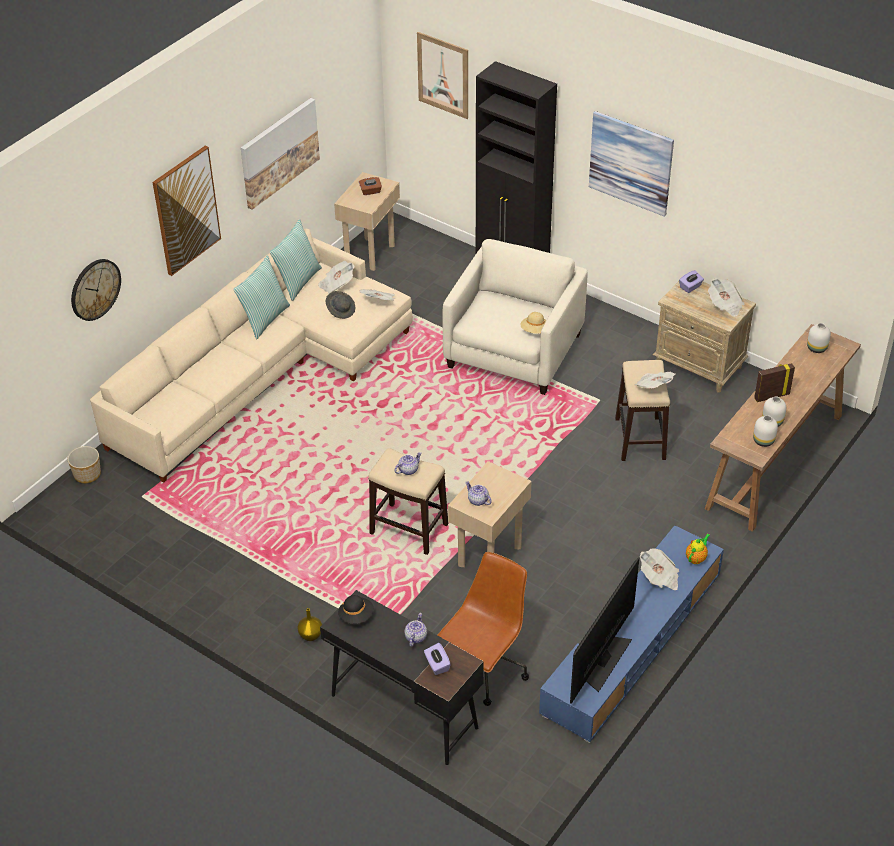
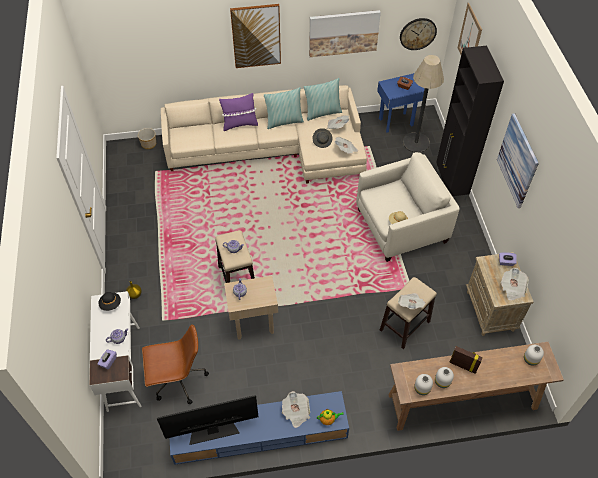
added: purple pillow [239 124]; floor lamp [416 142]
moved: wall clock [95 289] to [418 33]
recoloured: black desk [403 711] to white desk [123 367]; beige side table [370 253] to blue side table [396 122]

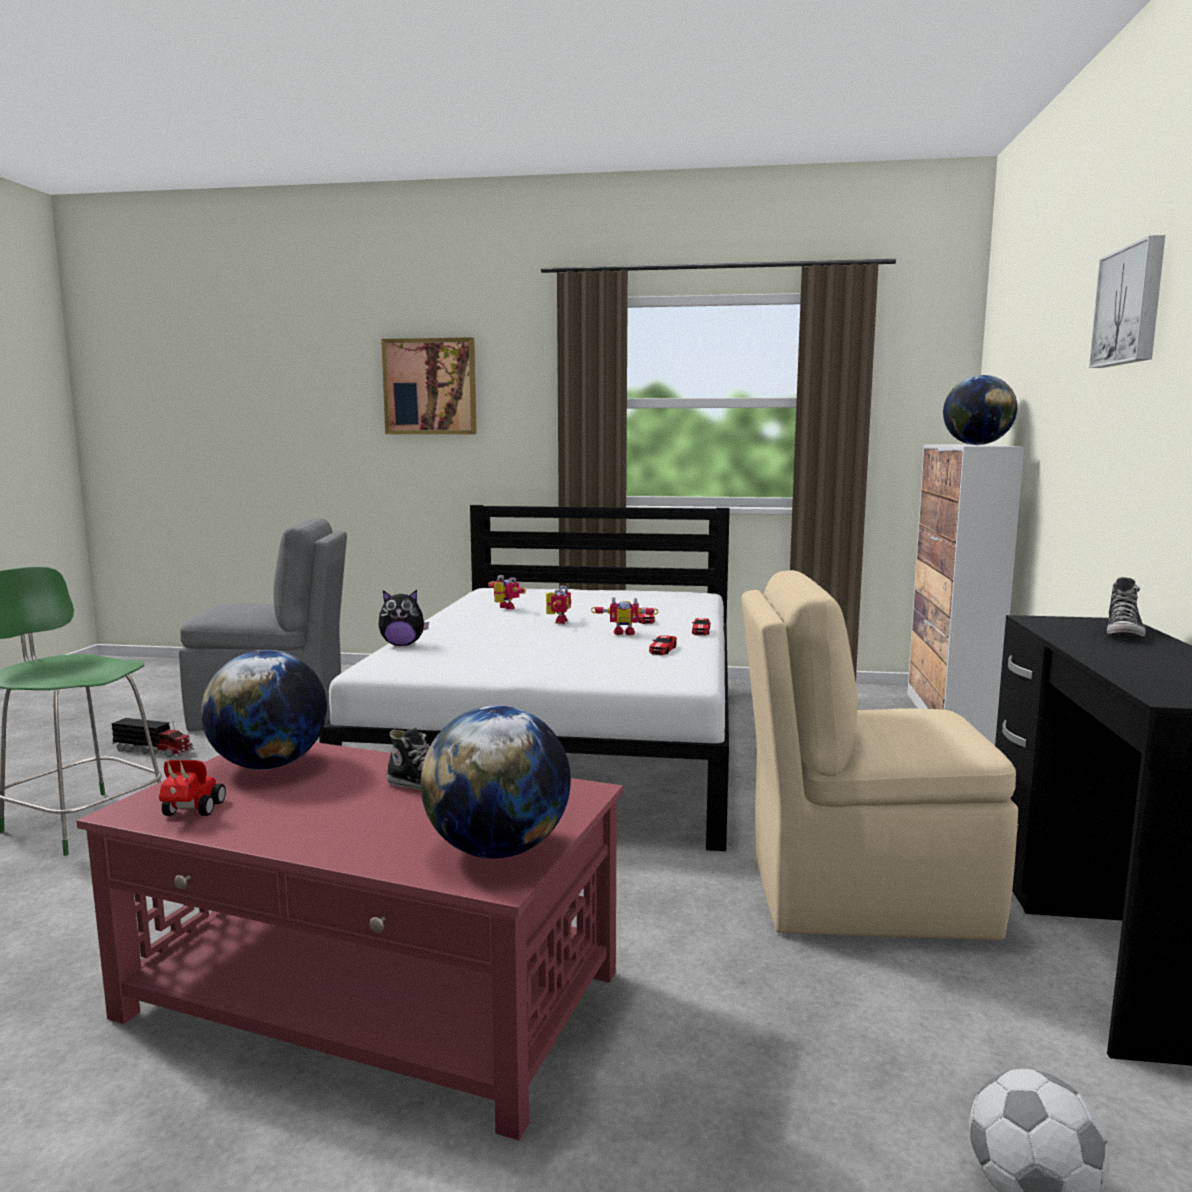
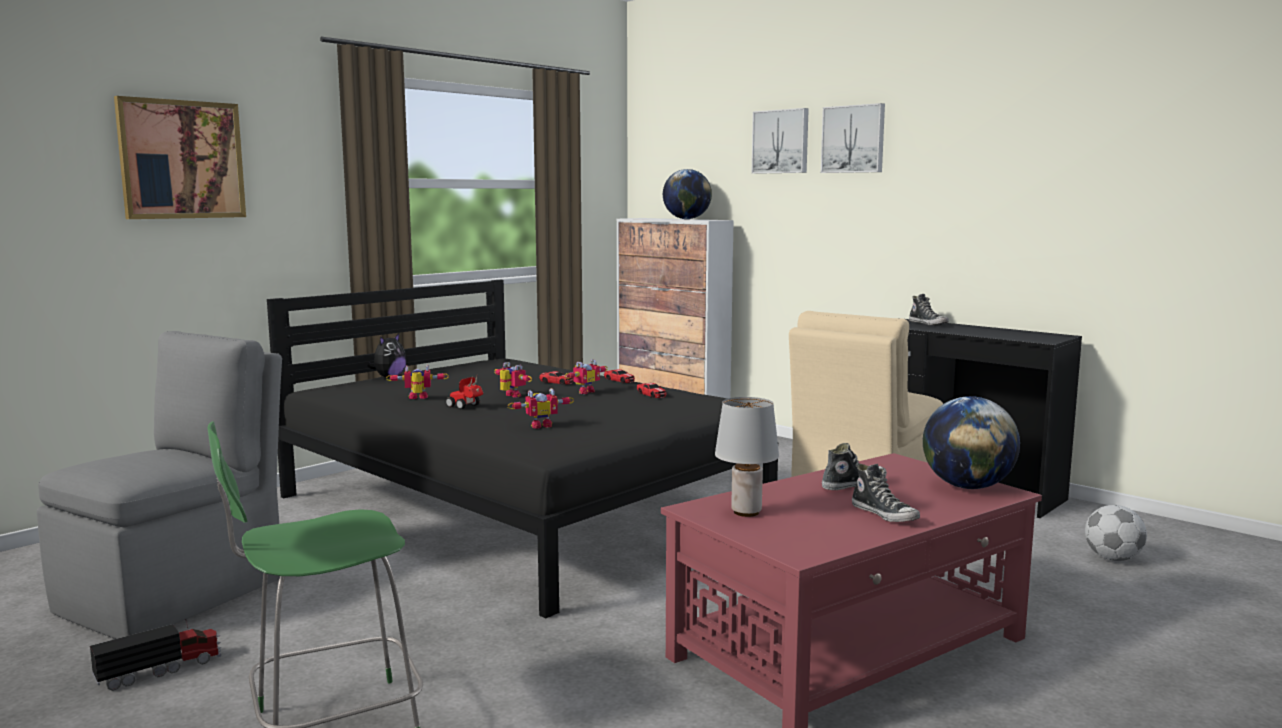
added: toy robot [540 425]; picture [781 141]; shoe [885 515]
moved: toy car [190 813] to [466 407]; plush toy [402 645] to [389 377]
replaced: globe [269 765] to grey table lamp [746 512]
recoloured: white bed [568 741] to black bed [520 507]

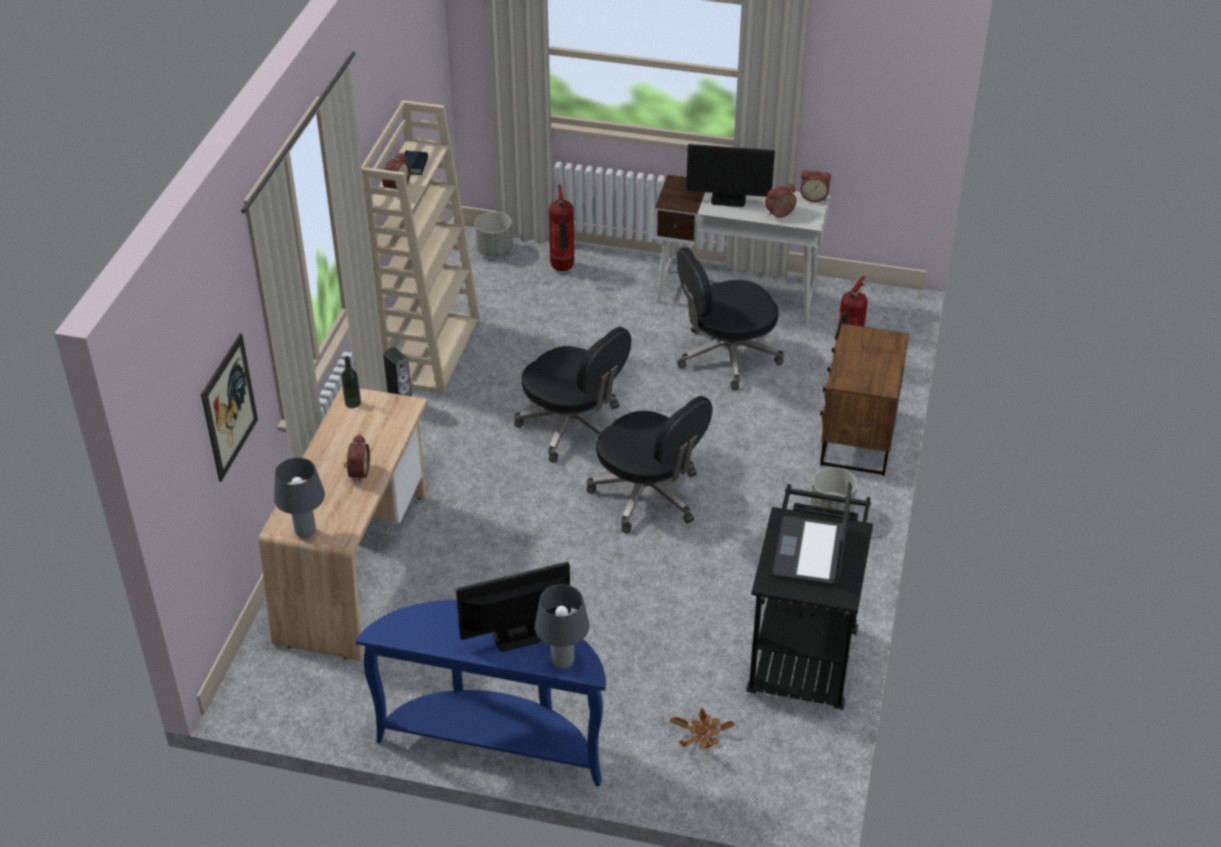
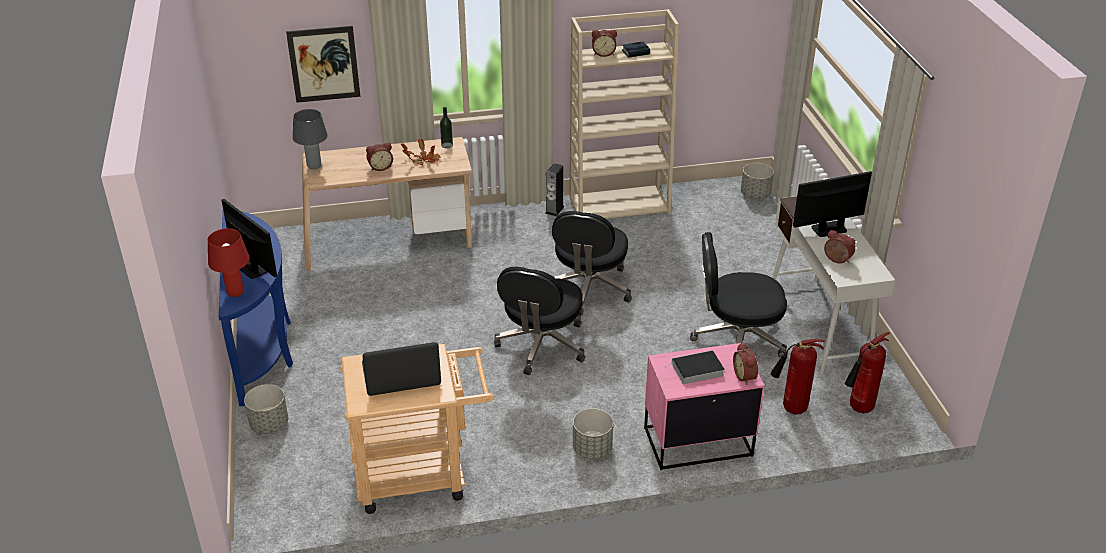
added: grey planter [269 424]; book [696 370]
moved: fire extinguisher [563 269] to [859 409]; potted plant [702 736] to [423 160]; alarm clock [814 197] to [745 376]
recoloured: grey table lamp [563 661] to red table lamp [236 293]; black cart [804 651] to beige cart [421 475]; brown nightstand [857 437] to pink nightstand [697 441]
turned: black office chair [726 356] = [737 339] 45 degrees counterclockwise; monitor [728 199] = [829 229] 90 degrees clockwise

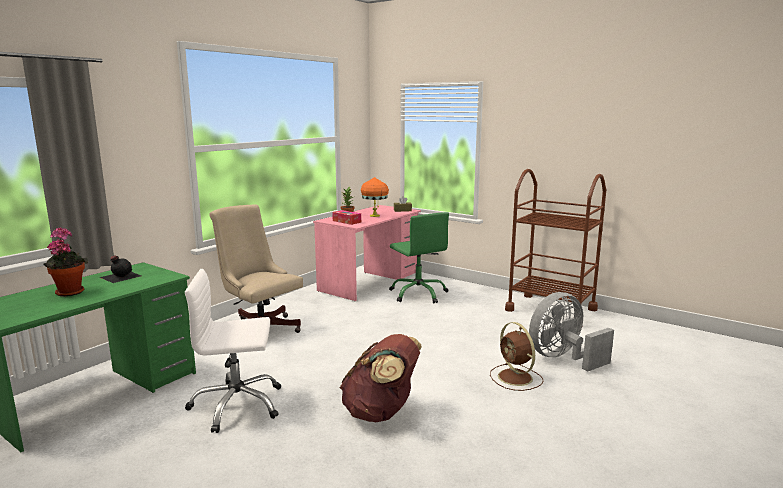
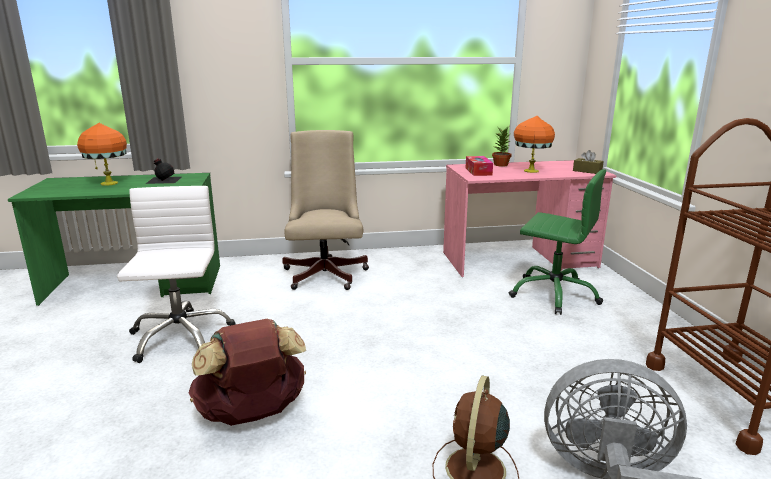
replaced: potted plant [69 291] to orange table lamp [109 183]
turned: white office chair [237 405] = [180 337] 45 degrees clockwise; green office chair [418 294] = [554 294] 75 degrees counterclockwise

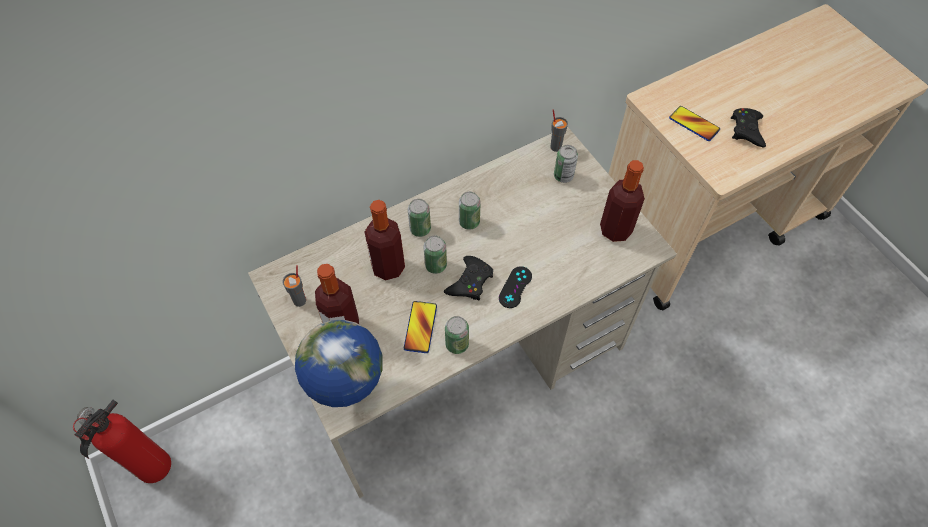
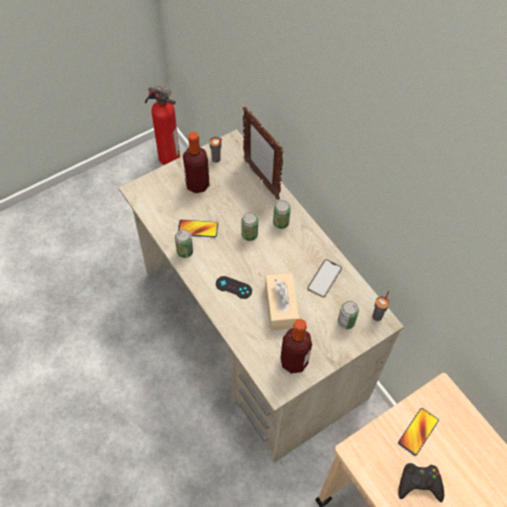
removed: globe [349 395]; bottle [388 267]; black game controller [470 282]; can [469 222]
added: picture frame [261 179]; beige tissue box [281 306]; phone [324 278]

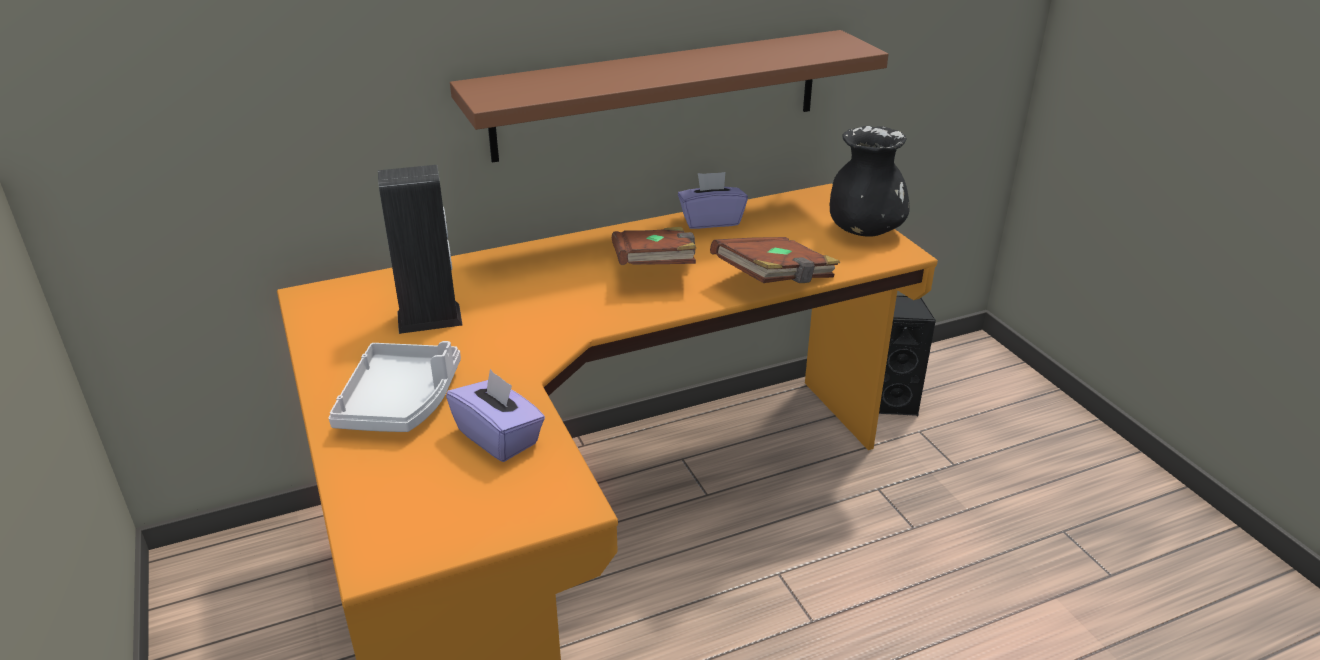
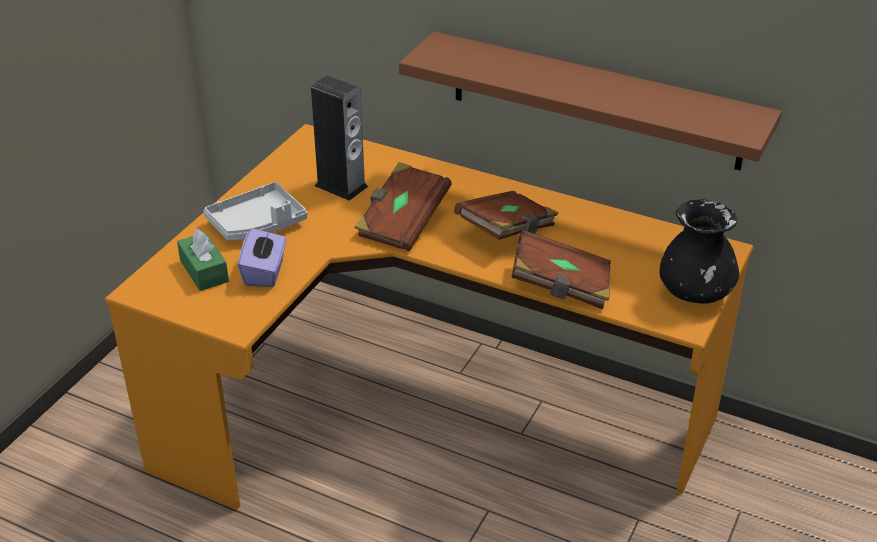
removed: purple tissue box [711 221]; black speaker [893 402]
added: green tissue box [204 271]; brown book [402 222]

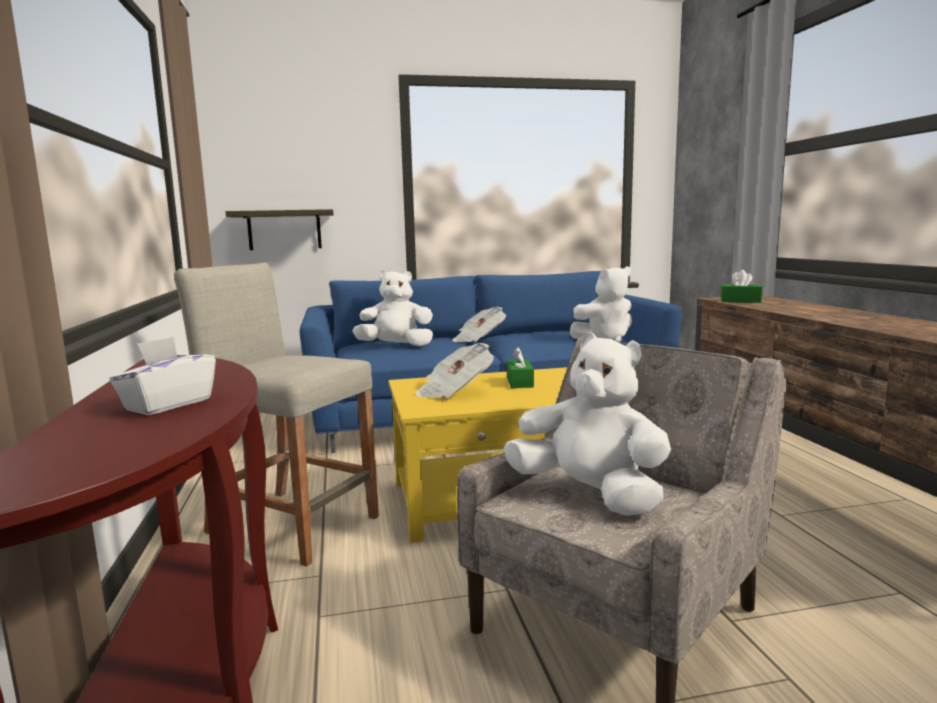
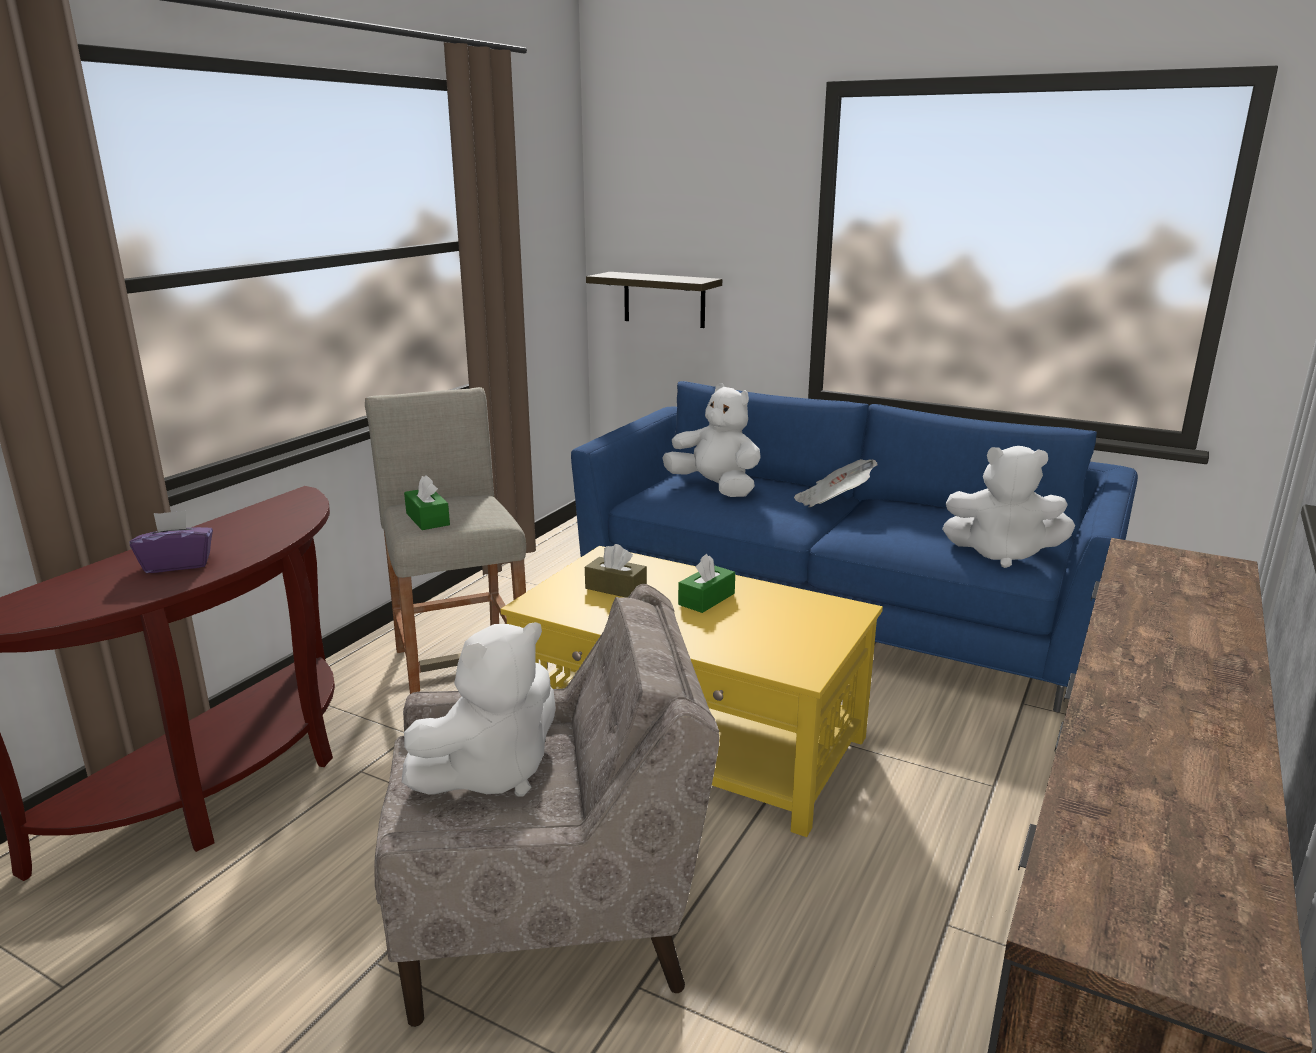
moved: green tissue box [740 301] to [427 519]
replaced: newspaper [454 391] to brown tissue box [616 588]
recoloured: white tissue box [168 404] to purple tissue box [178 564]
turned: white plush toy [590 495] = [491 772] 60 degrees clockwise

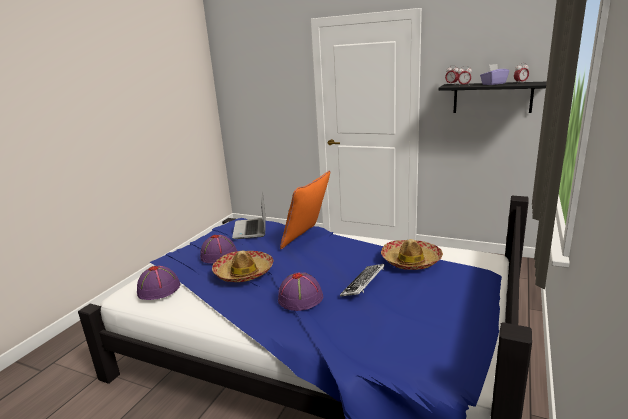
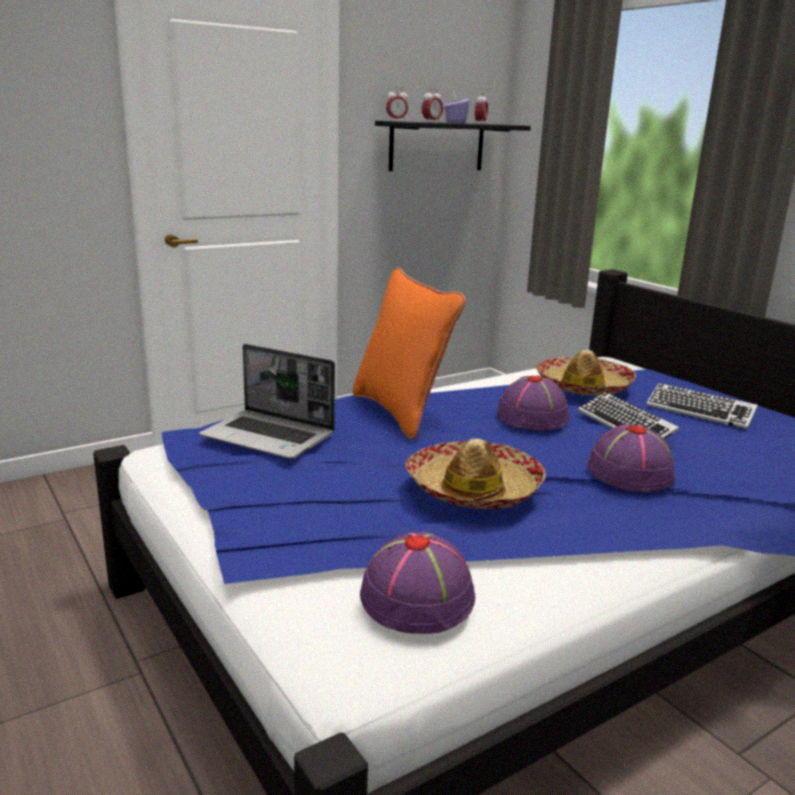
added: keyboard [699 412]
moved: purple hat [219 255] to [533 416]

